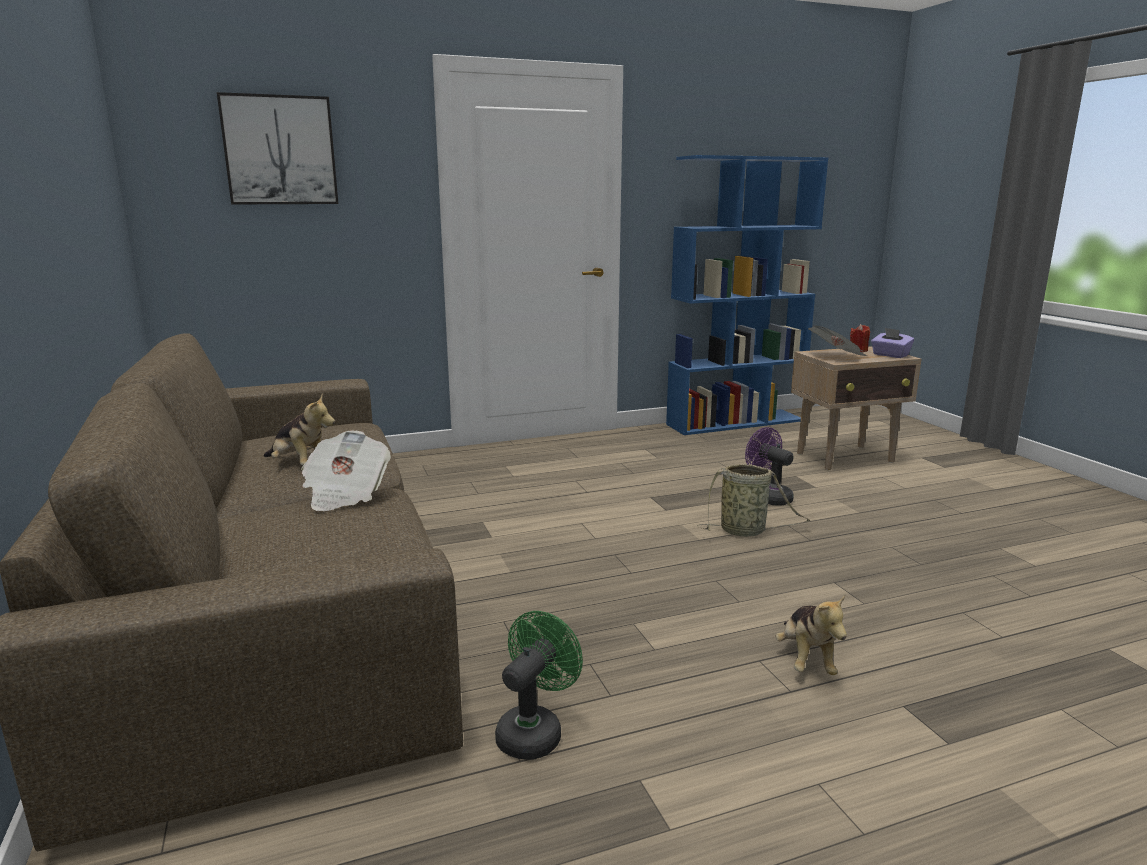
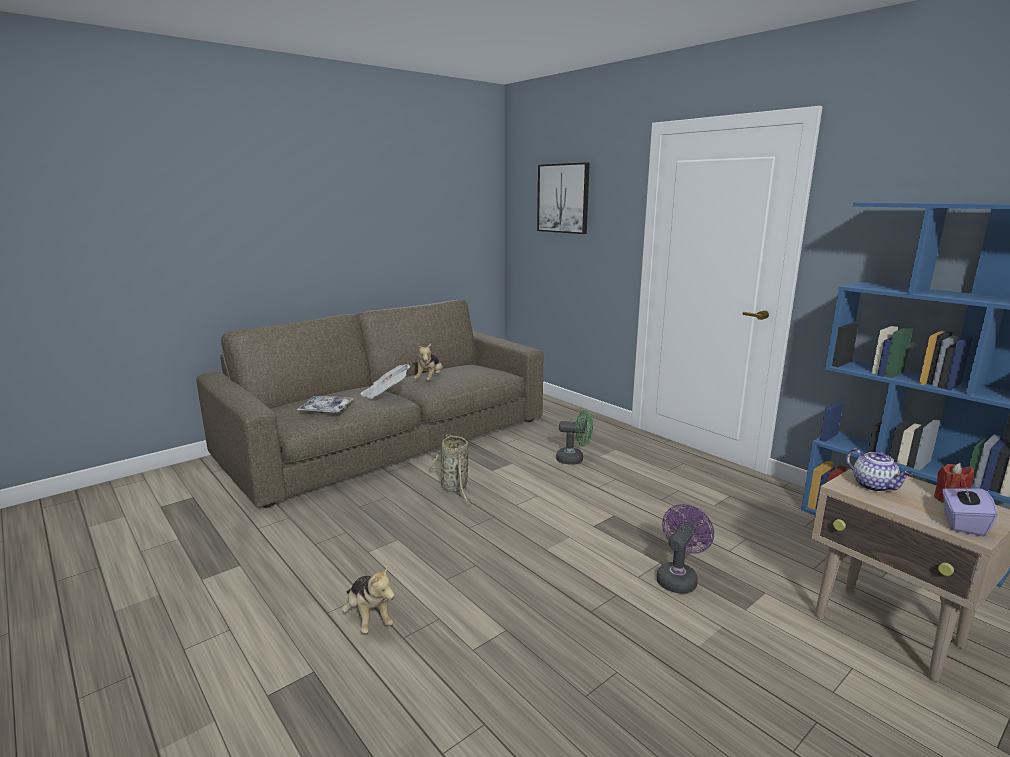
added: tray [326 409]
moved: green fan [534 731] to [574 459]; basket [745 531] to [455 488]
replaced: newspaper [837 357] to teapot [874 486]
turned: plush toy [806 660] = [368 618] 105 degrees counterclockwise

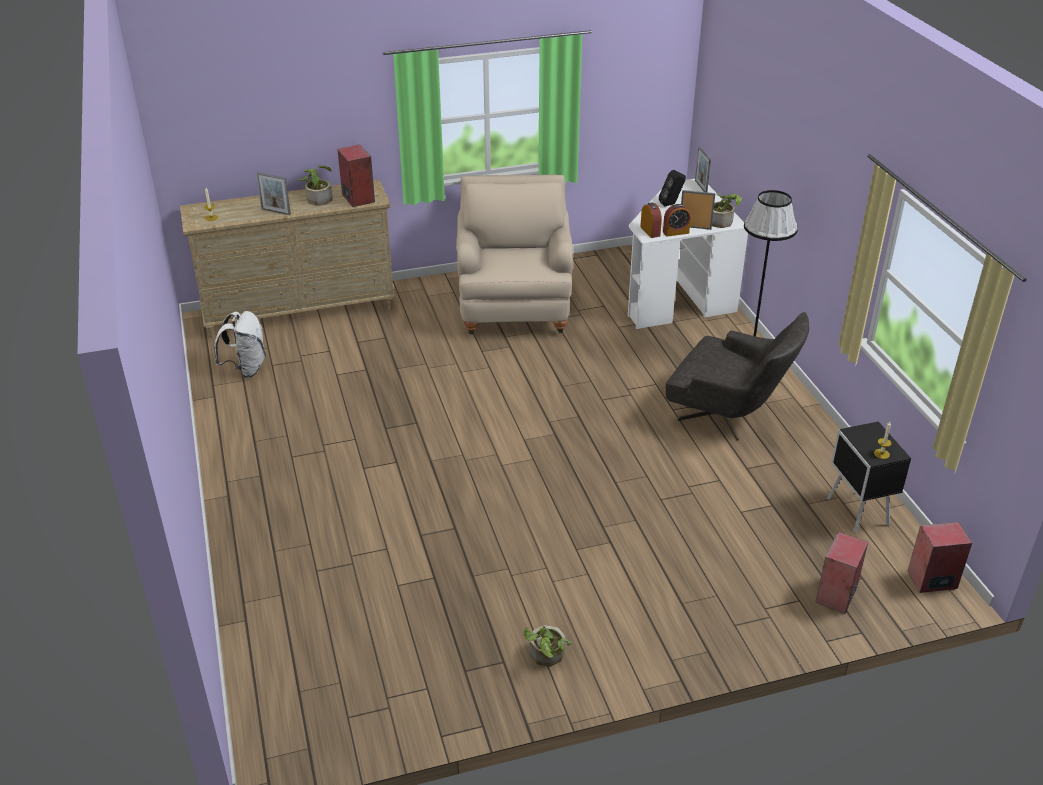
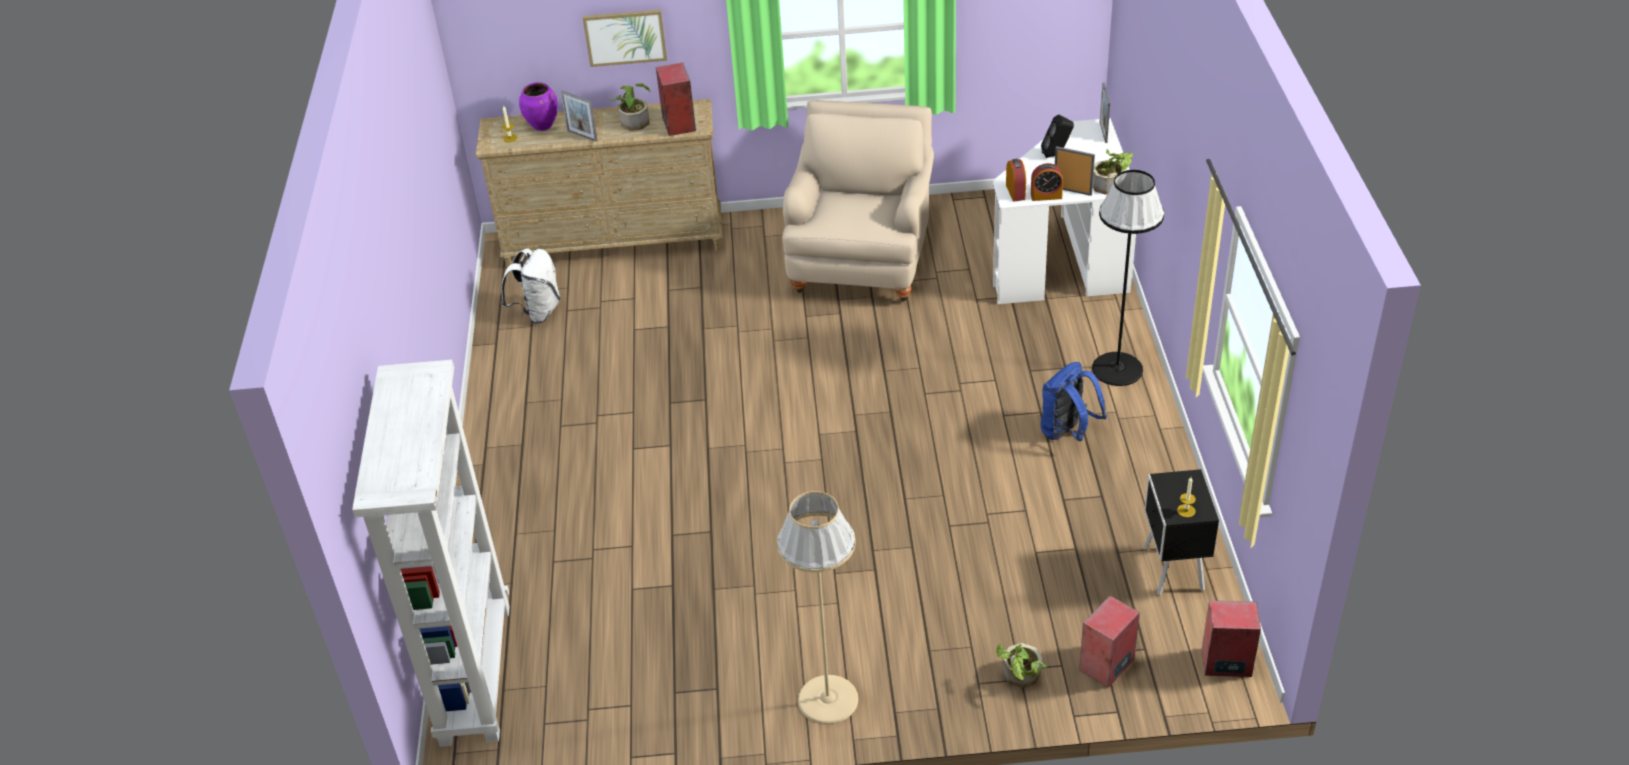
added: white bookcase [474 672]; purple vase [543 126]; picture [625 37]; beige floor lamp [827 700]
moved: potted plant [546 657] to [1020 677]
replaced: grey armchair [730 417] to blue backpack [1067 432]

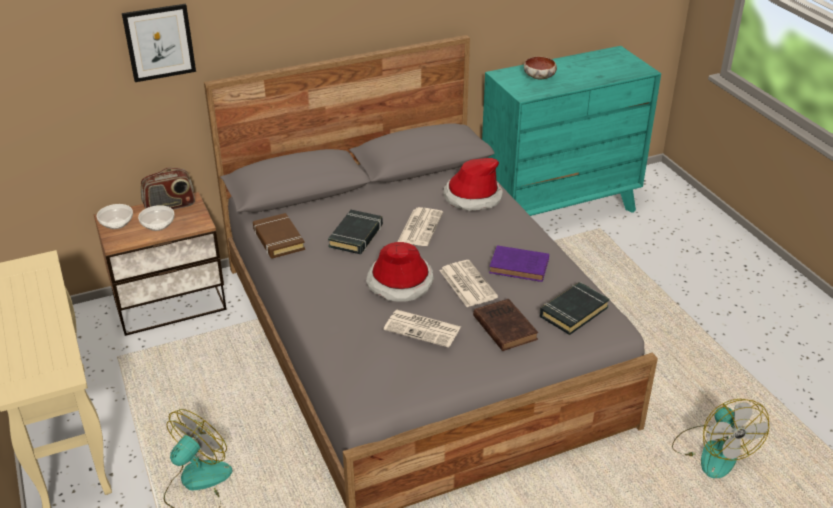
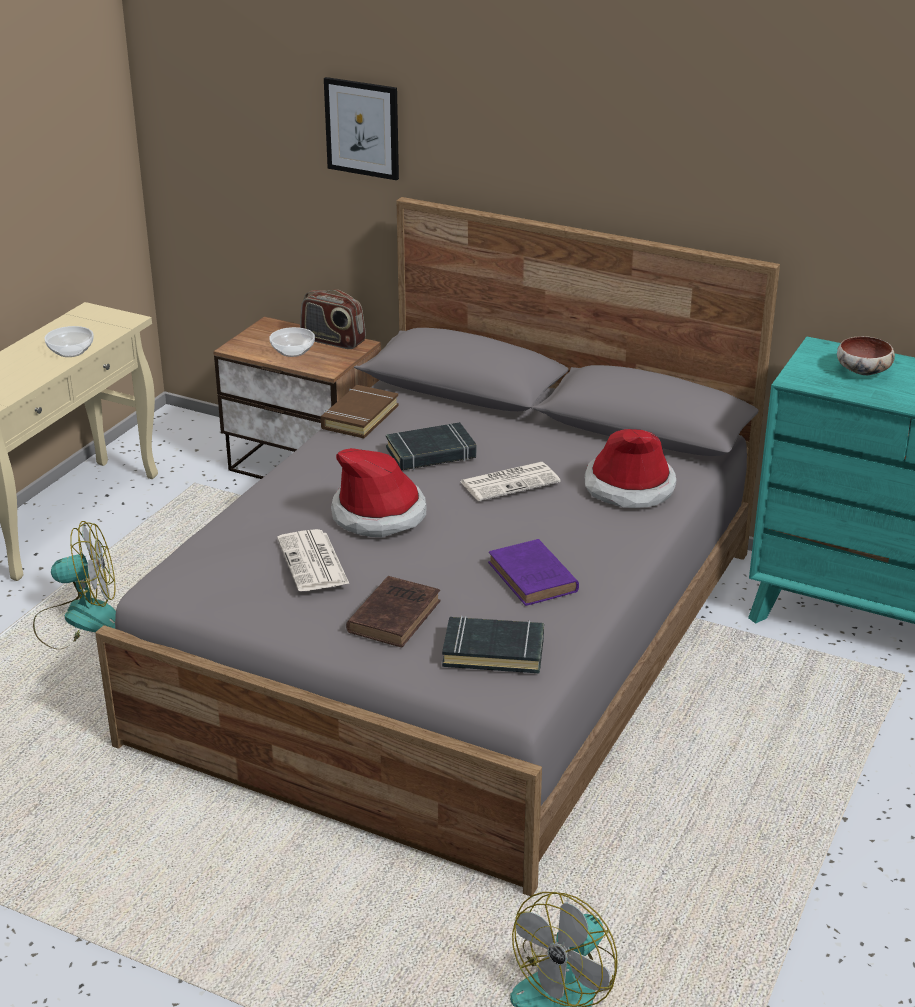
removed: newspaper [467 283]
moved: bowl [117 224] to [70 352]

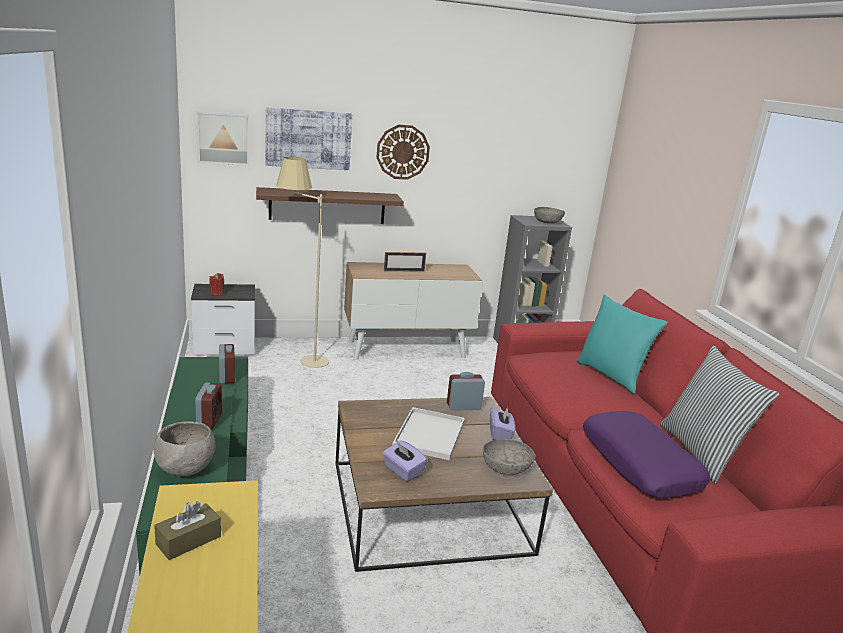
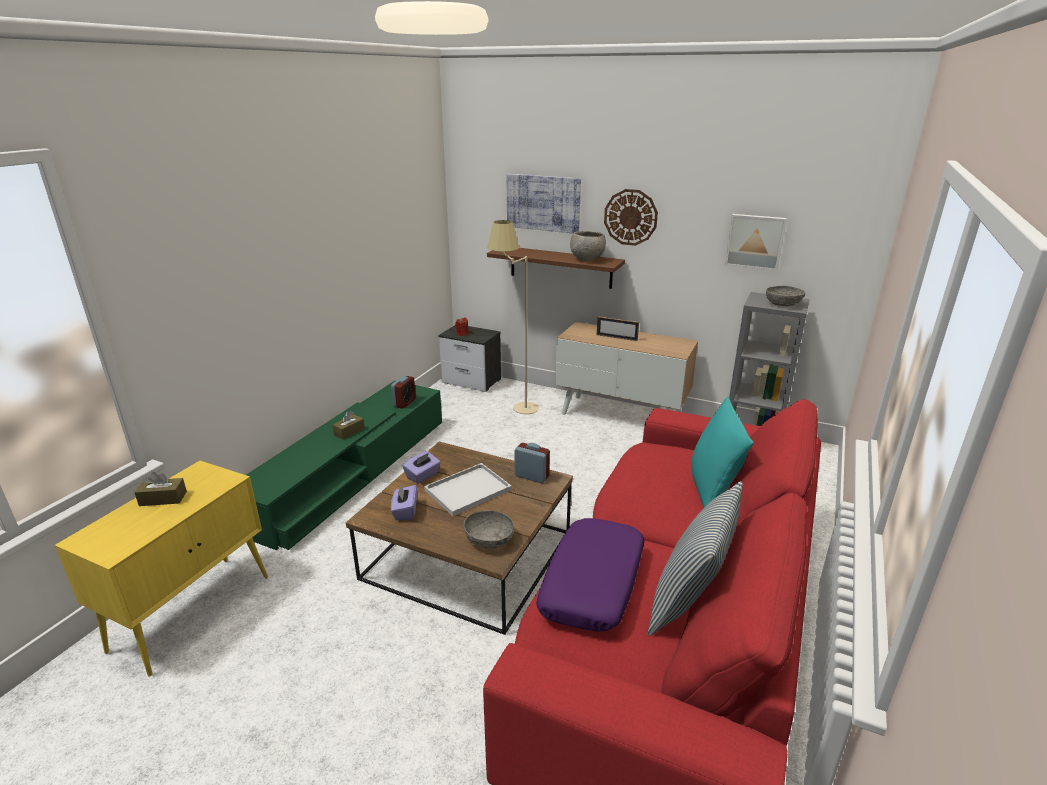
moved: grey bowl [186 469] to [587 259]; picture [223 138] to [755 241]; purple tissue box [500 434] to [422 476]
replaced: alarm clock [209 421] to brown tissue box [349 432]

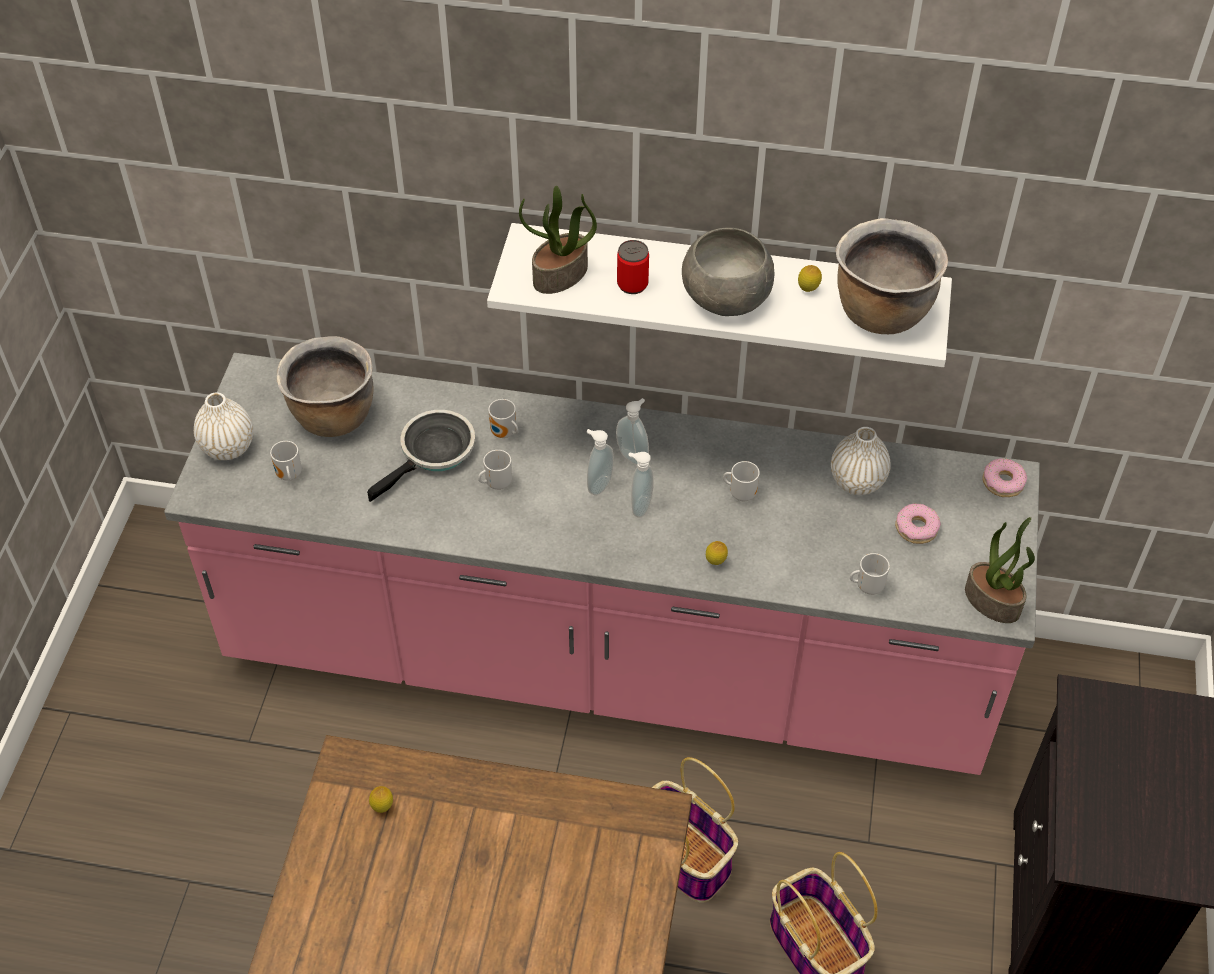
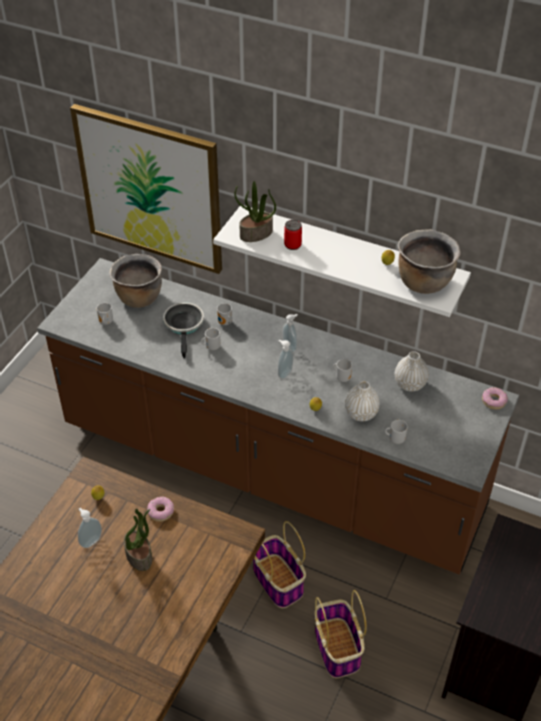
removed: grey bowl [726 297]
added: picture [150 189]
moved: white vase [228 447] to [361 413]; soap dispenser [598 484] to [90 541]; donut [916 528] to [160 511]; potted plant [993 601] to [139 555]
recoloured: pink counter [607 662] to brown counter [270 470]
turned: frying pan [434 453] = [184 326] 60 degrees counterclockwise

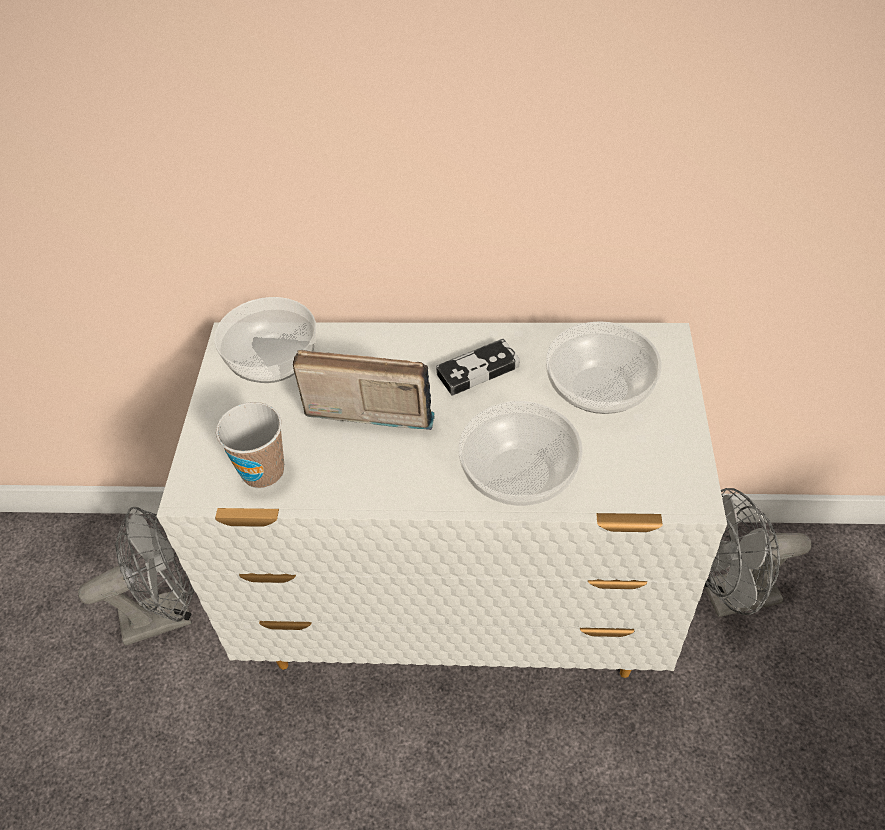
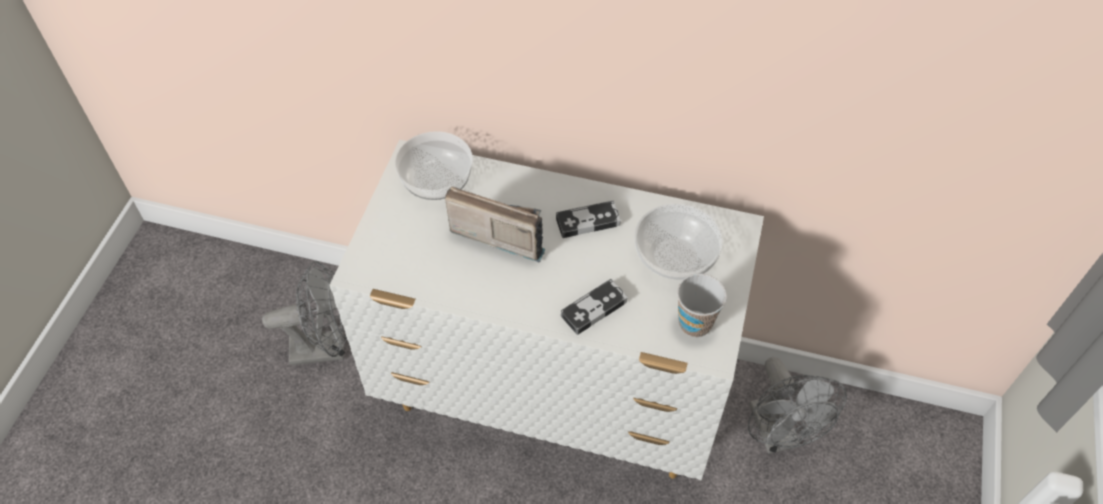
moved: cup [263 472] to [695 323]
replaced: bowl [518 472] to game controller [594 309]
turned: grey fan [730 597] = [778 435] 105 degrees counterclockwise

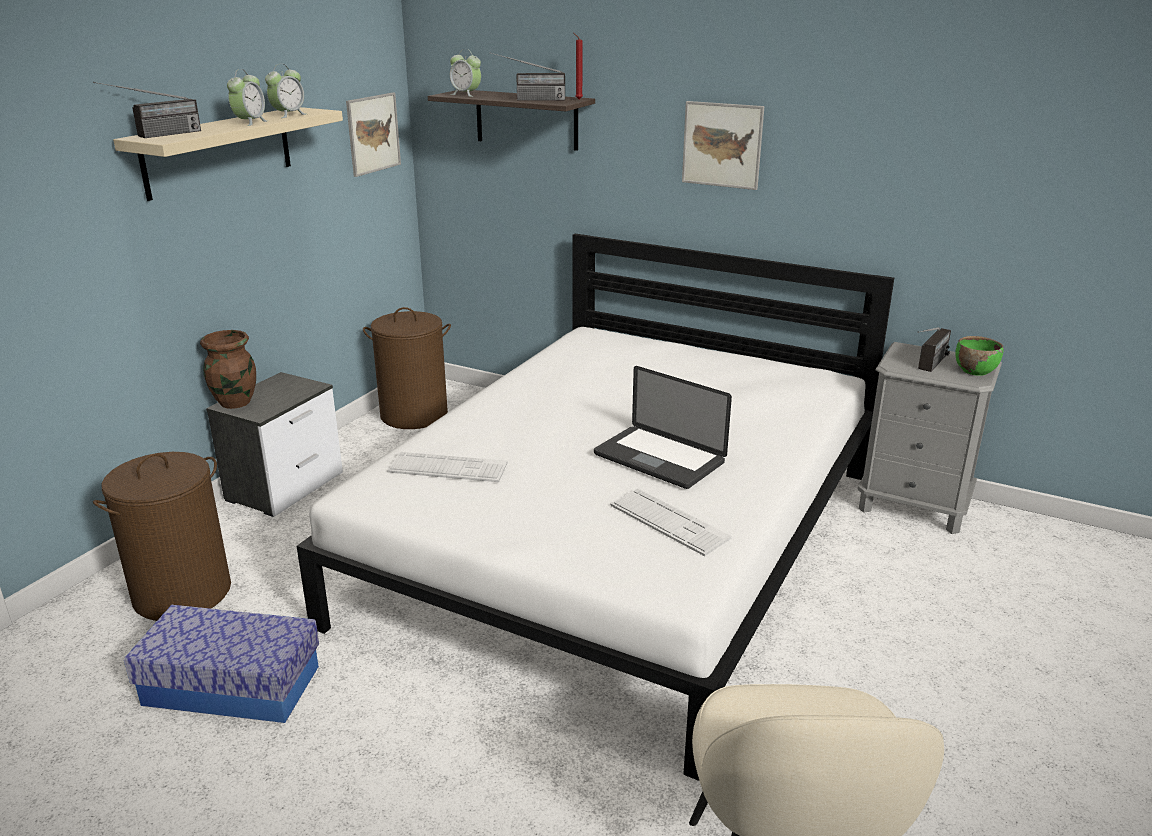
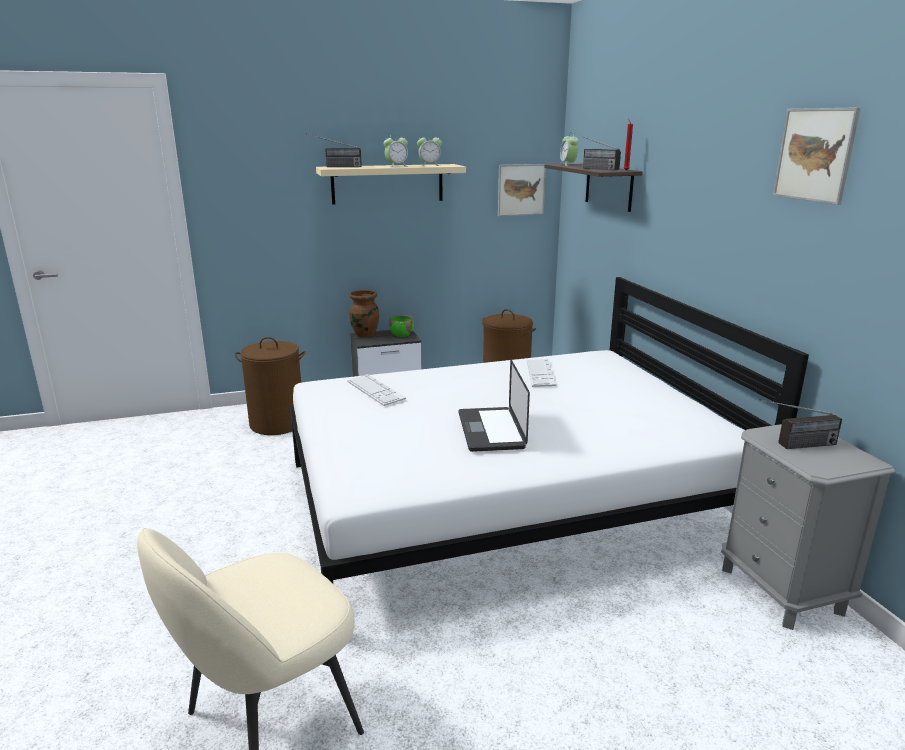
removed: storage box [231 685]
moved: keyboard [668 522] to [540 373]; picture [722 145] to [814 154]; green bowl [974 370] to [401 334]

